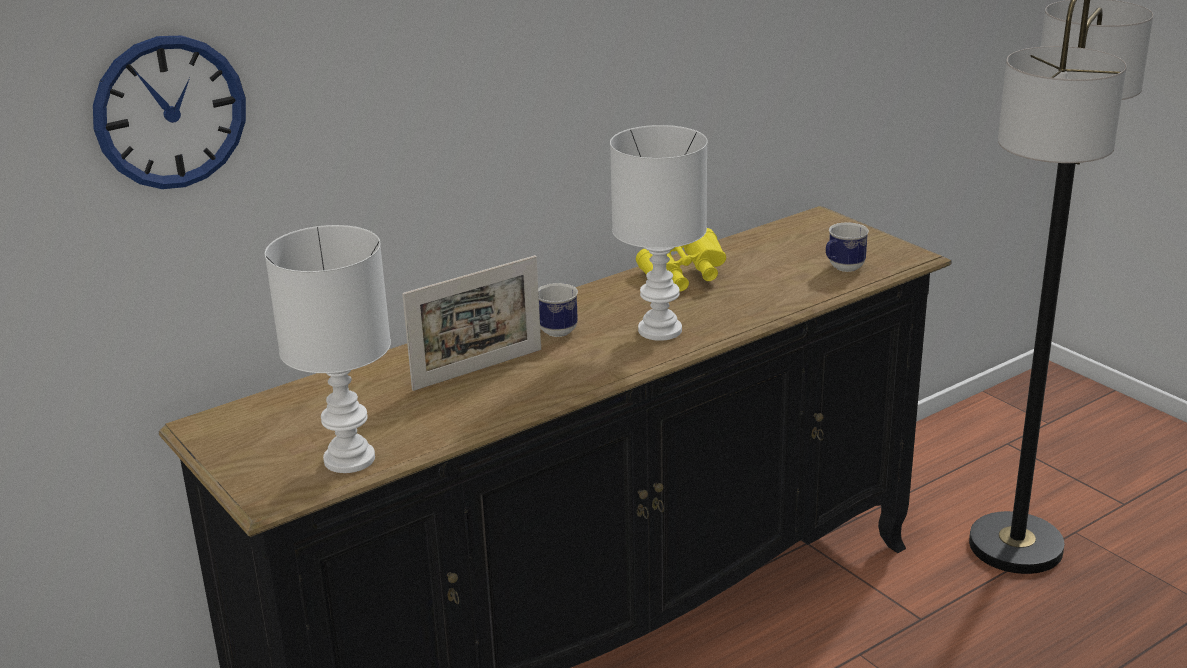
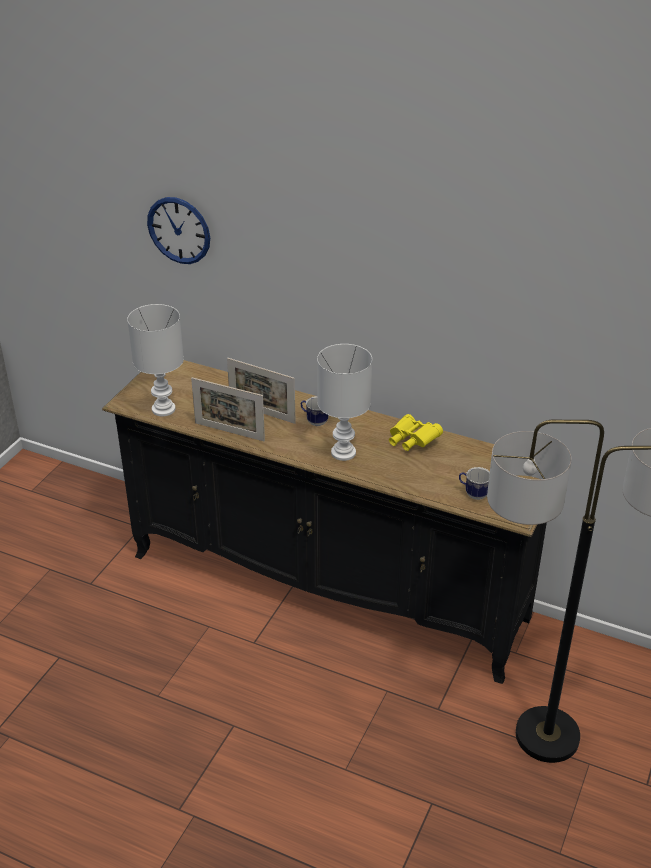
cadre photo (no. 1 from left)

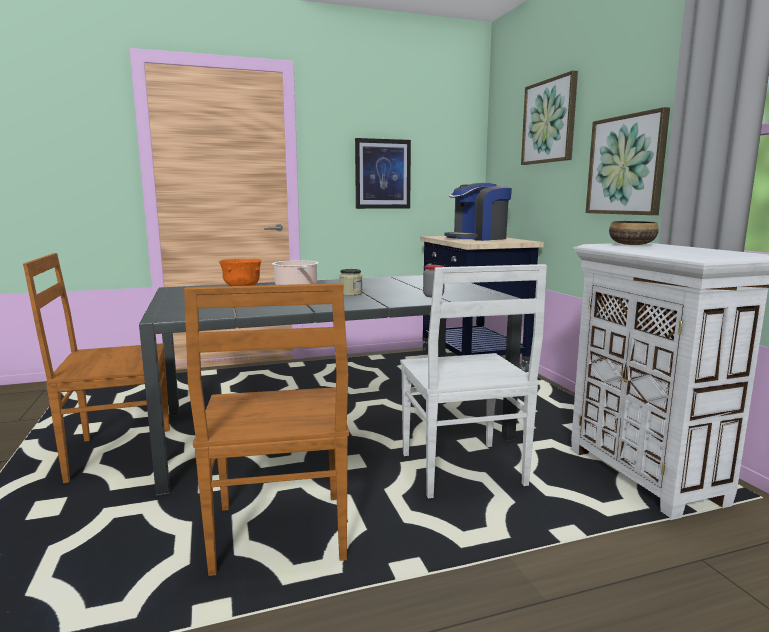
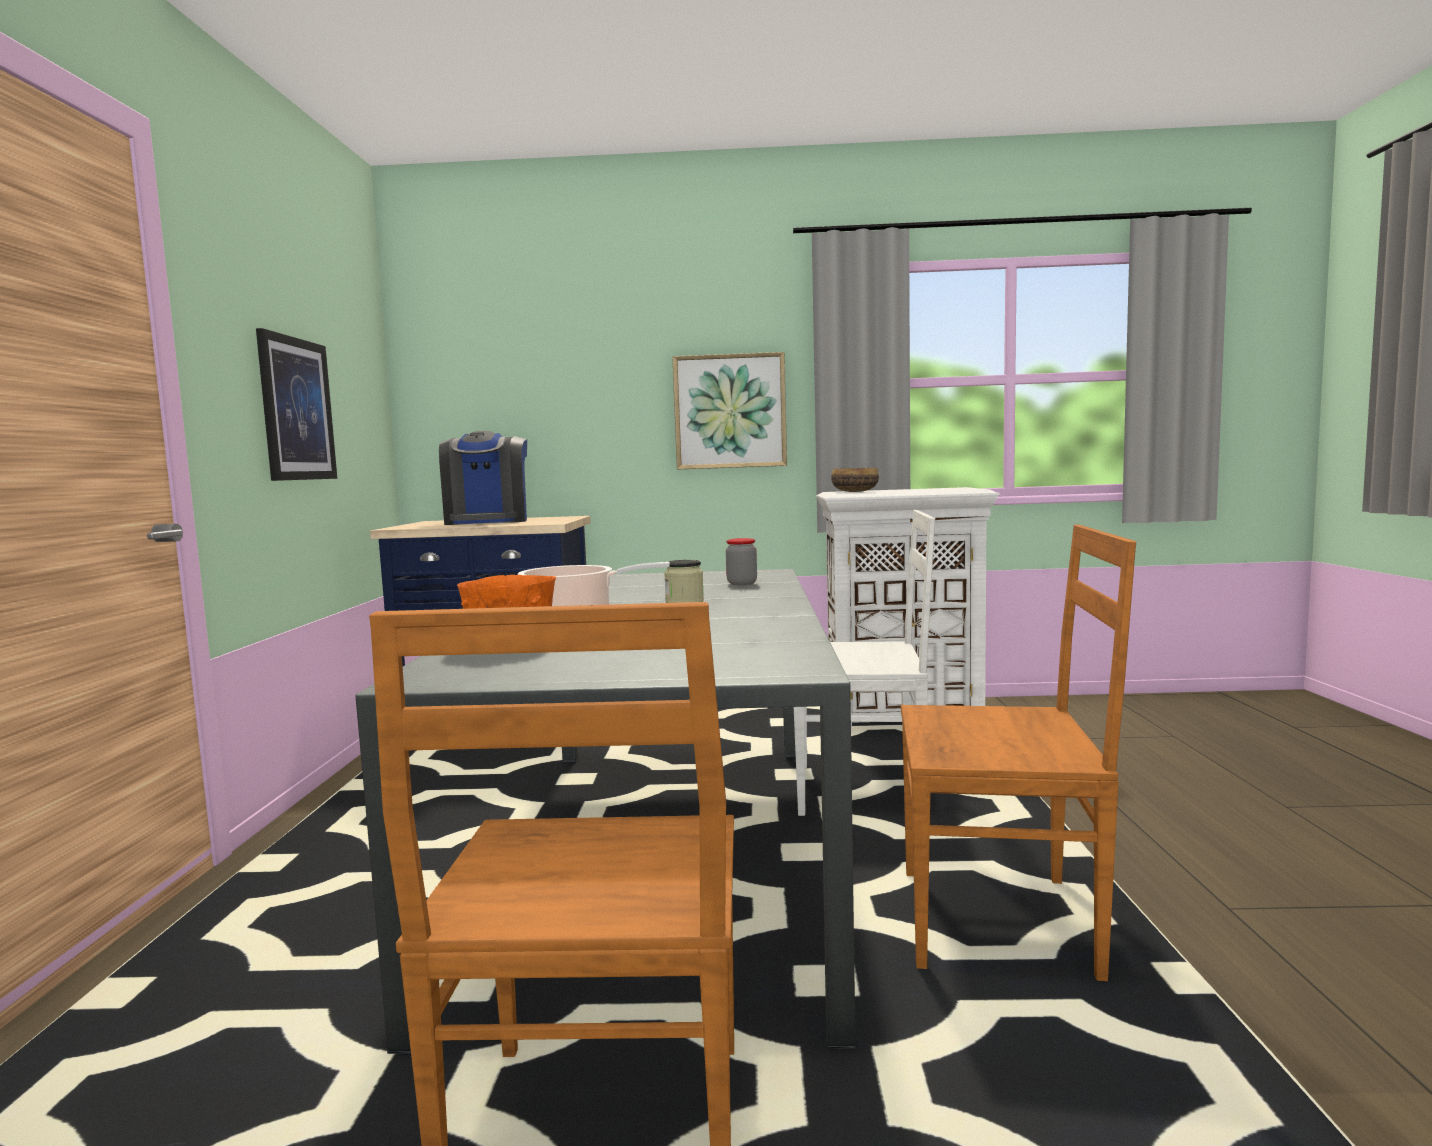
tableau (no. 2 from left in the first image)

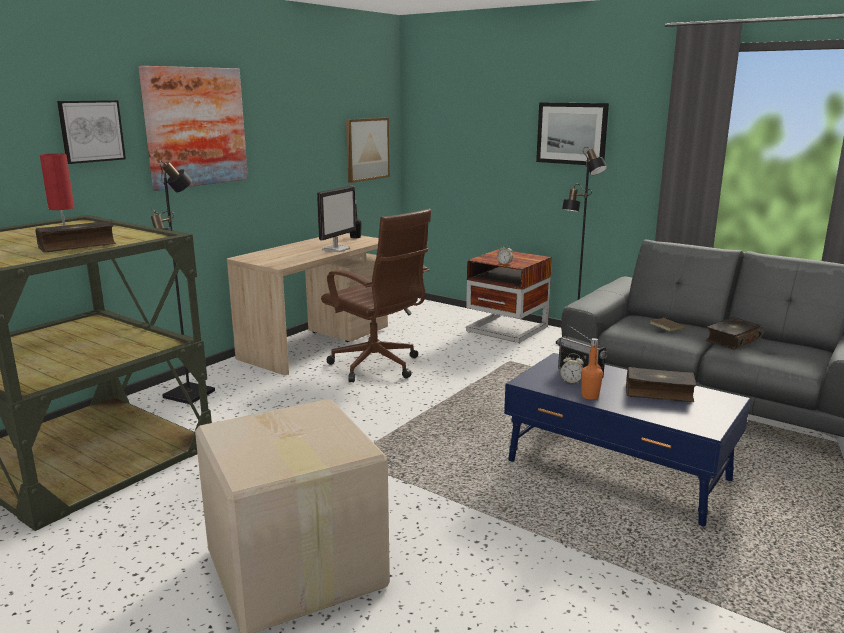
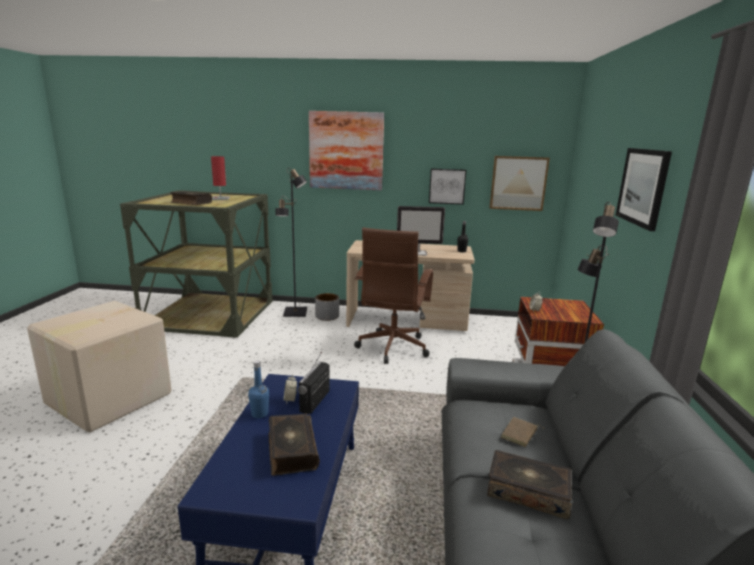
cache-pot (gris)
tableau (no. 2 from left)
bouteille (bleu)

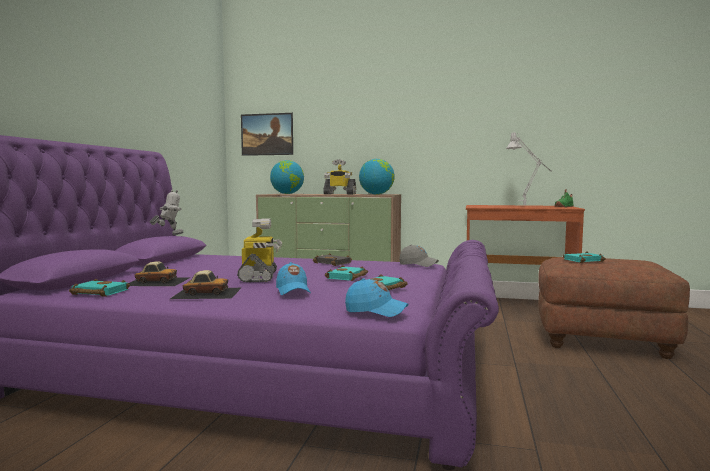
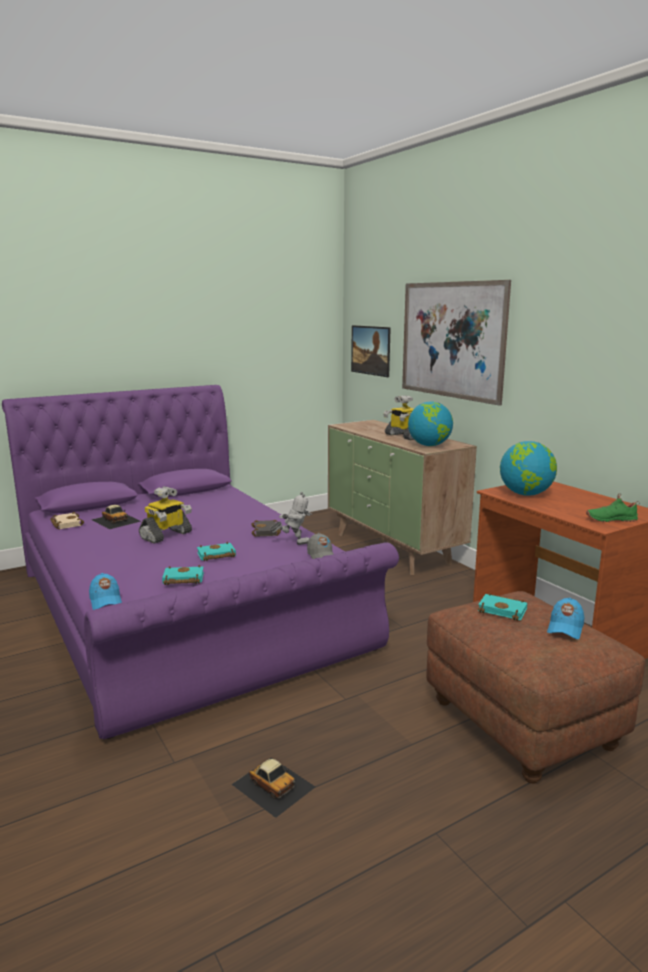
lampe de table (gris)
tableau (no. 2 from left)
robot jouet (no. 2 from left)
petite voiture (no. 2 from left)
globe (no. 2 from left)
casquette (bleu) (no. 2 from left)
livre (beige)

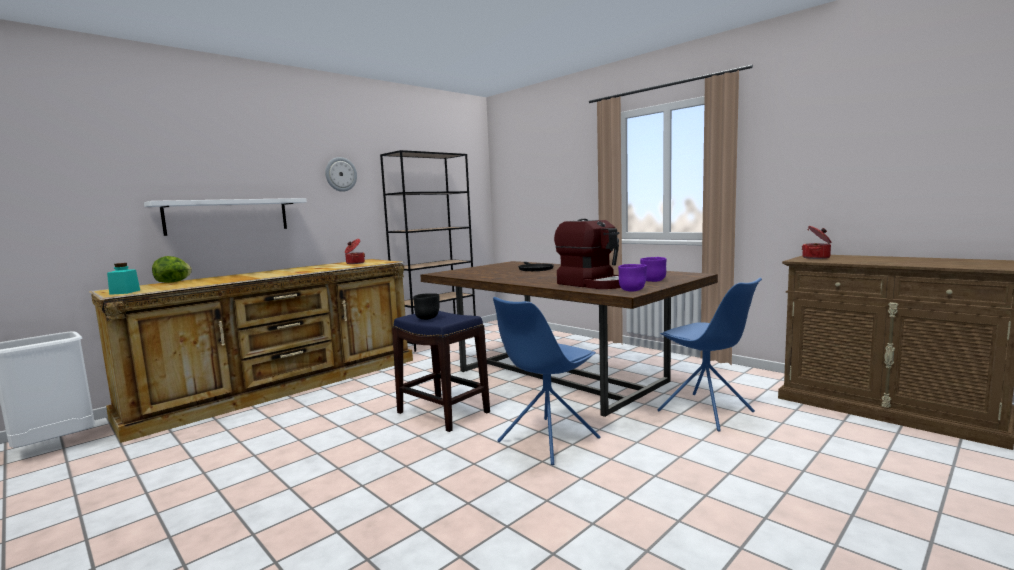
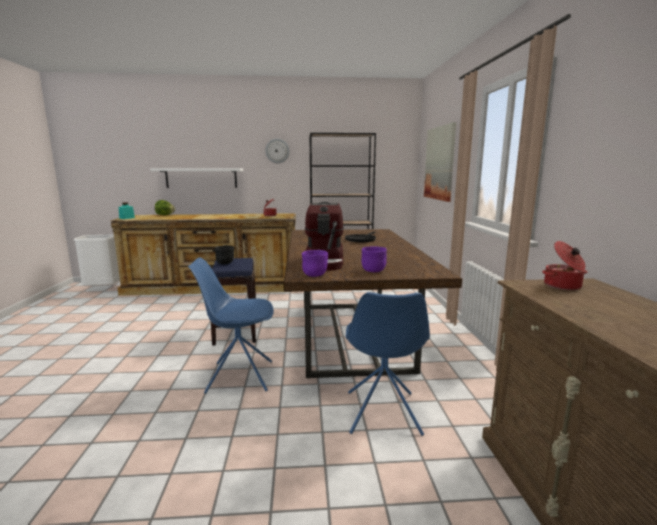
tableau

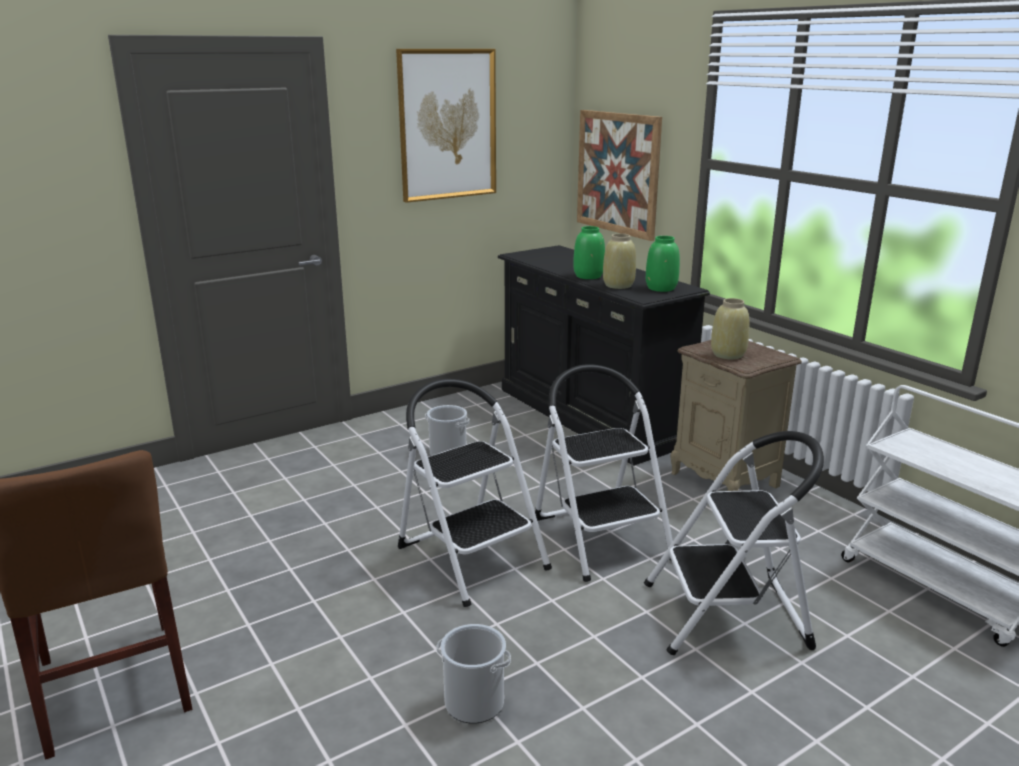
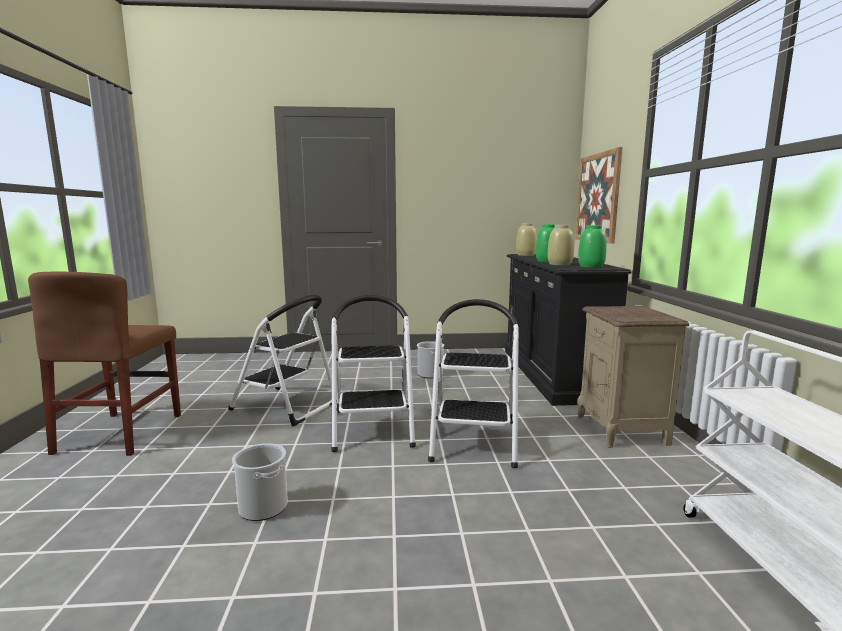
tableau (no. 1 from left in the first image)
escabeau (no. 1 from left)
vase (beige) (no. 1 from left)

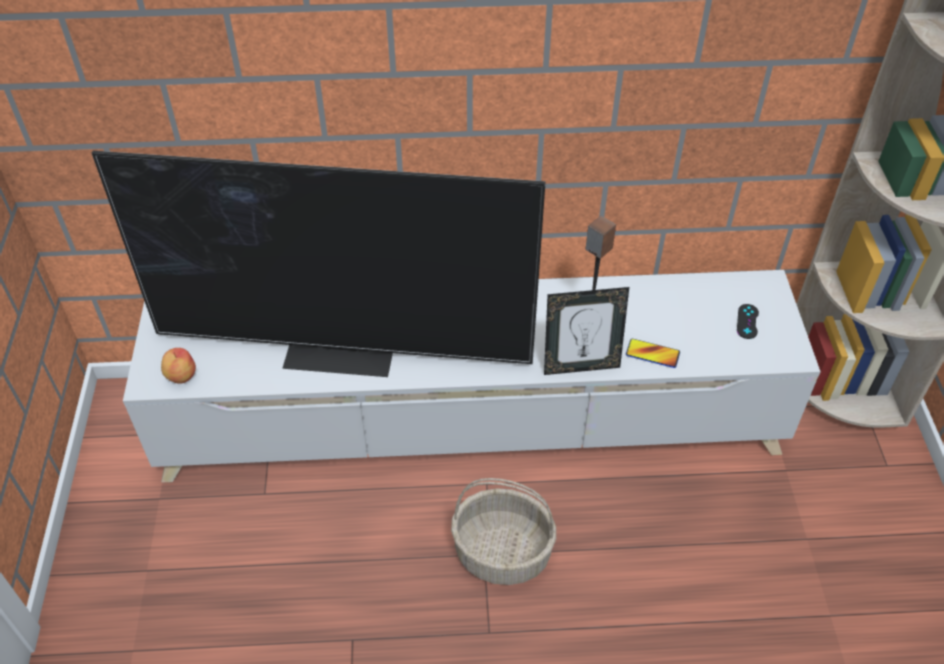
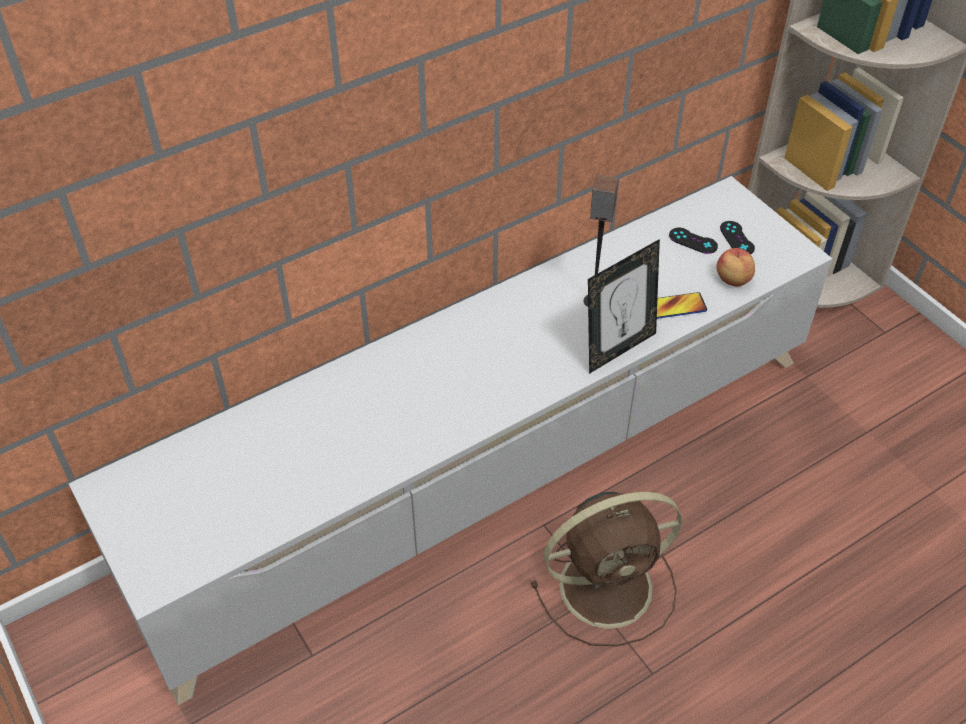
téléviseur
manette (noir) (no. 1 from left)
pomme
ventilateur (marron)

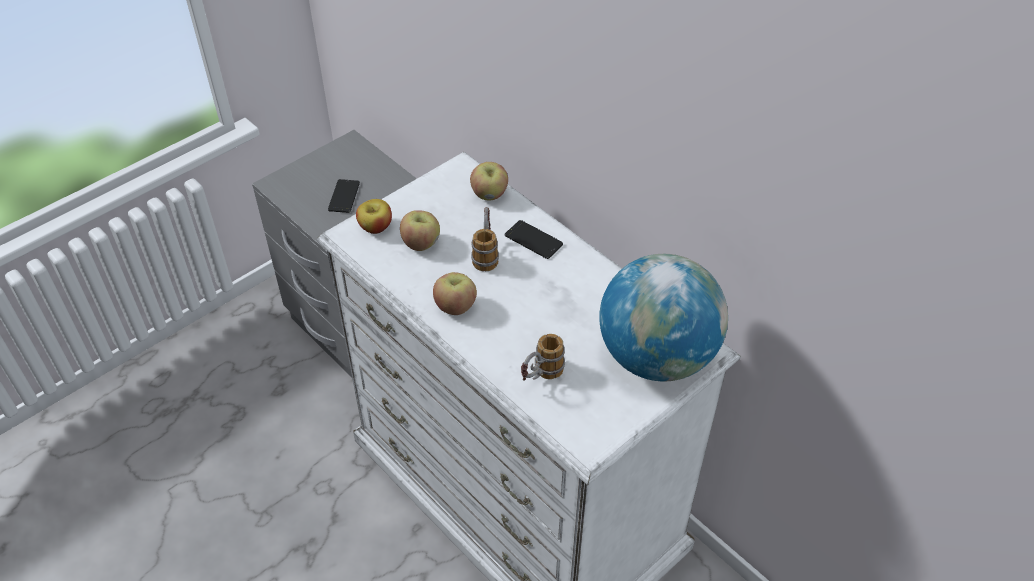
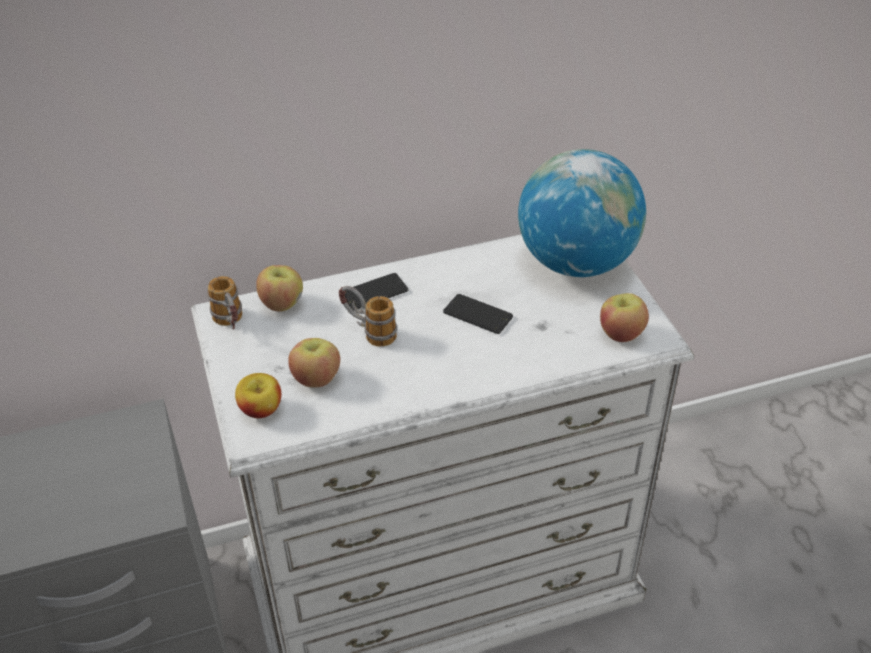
téléphone (no. 2 from left)
pomme (no. 4 from left)
mug (no. 1 from left)

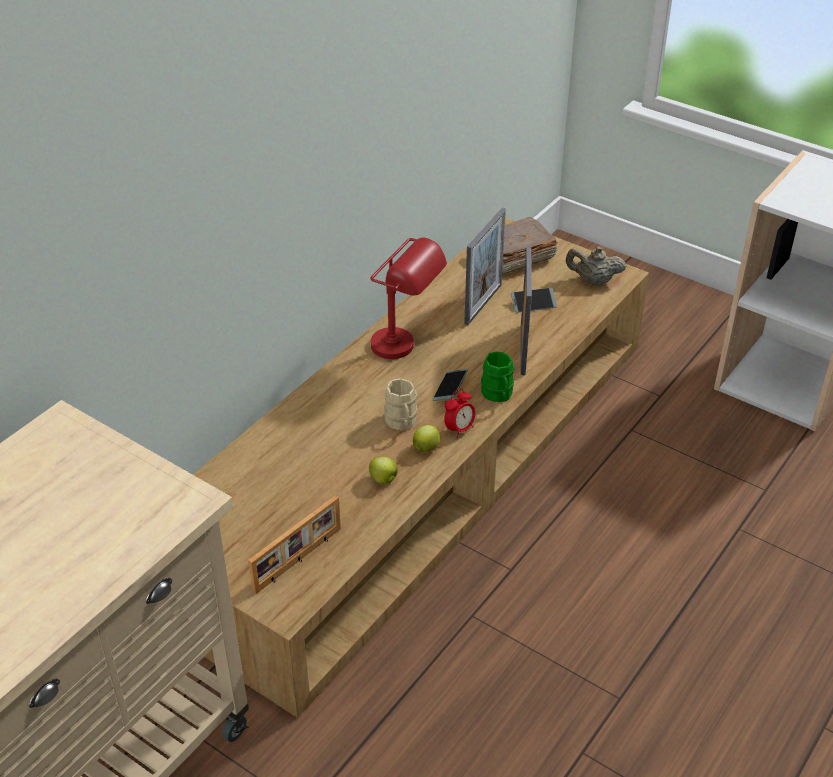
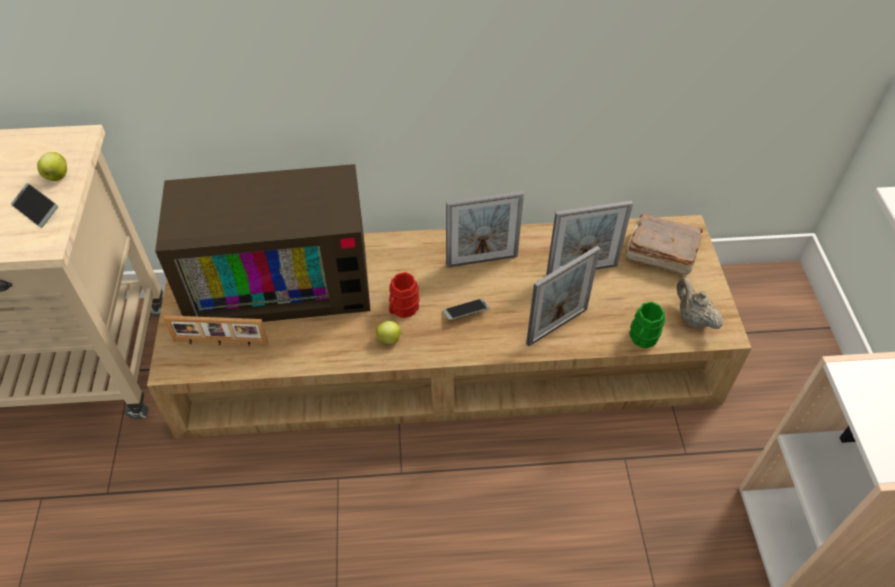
réveil
téléviseur
pomme (no. 1 from left)
mug (vert)
téléphone (no. 1 from left)
cadre photo (no. 2 from left)
mug (rouge)

